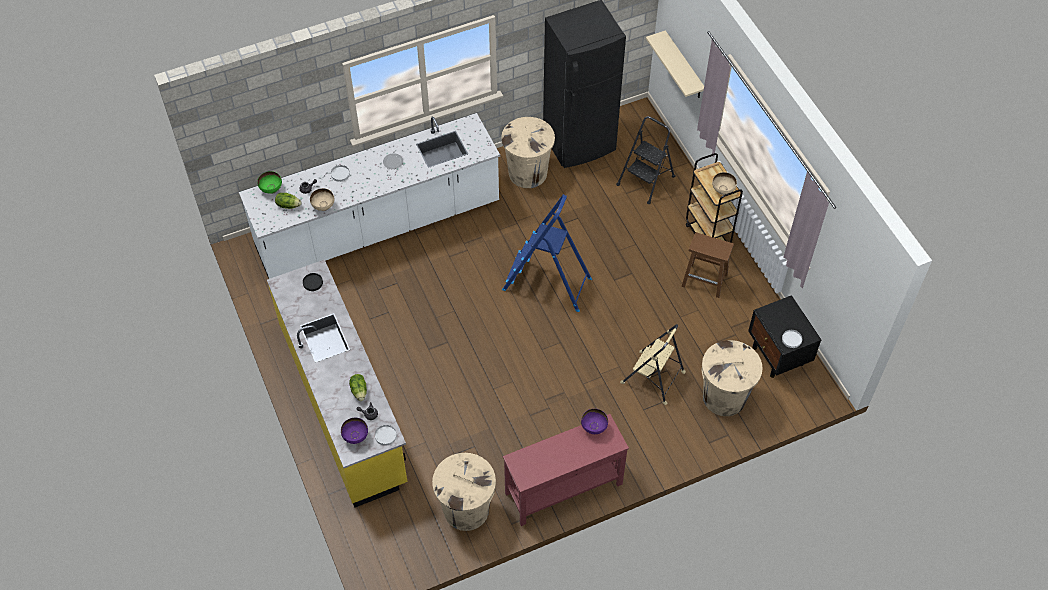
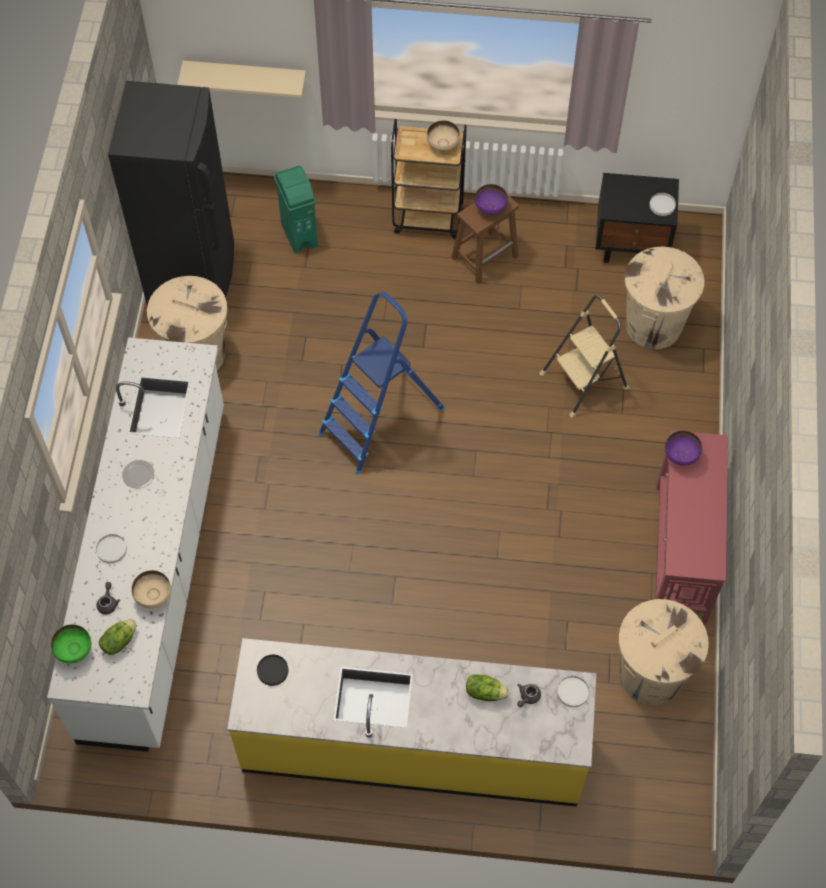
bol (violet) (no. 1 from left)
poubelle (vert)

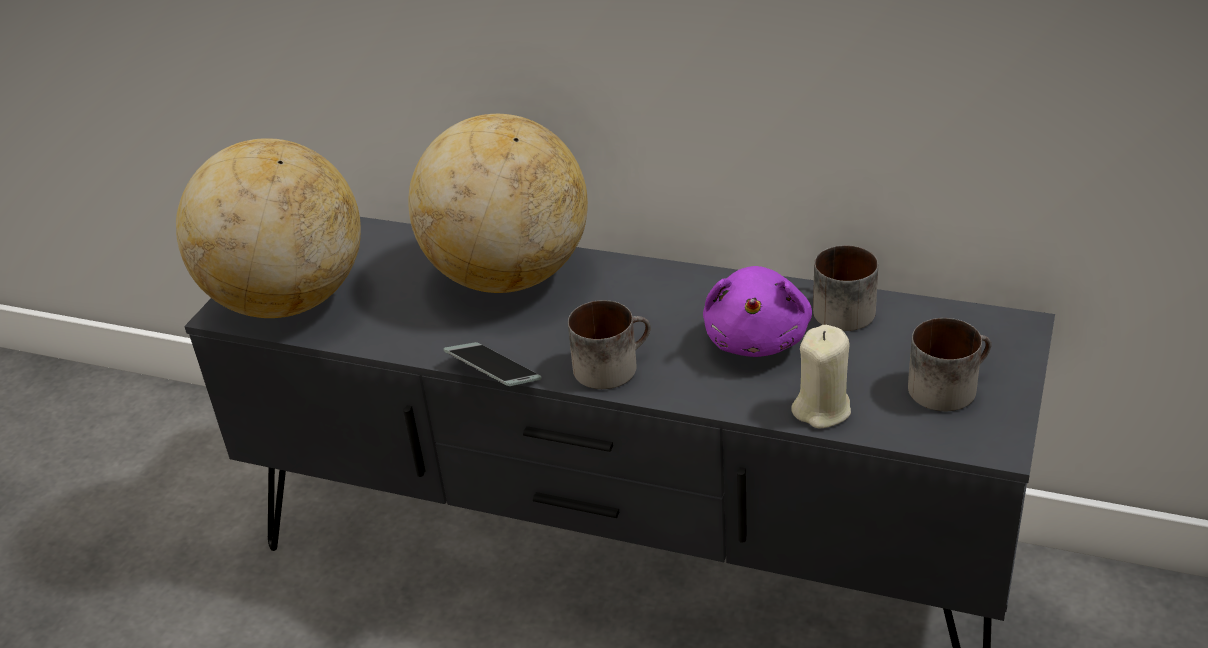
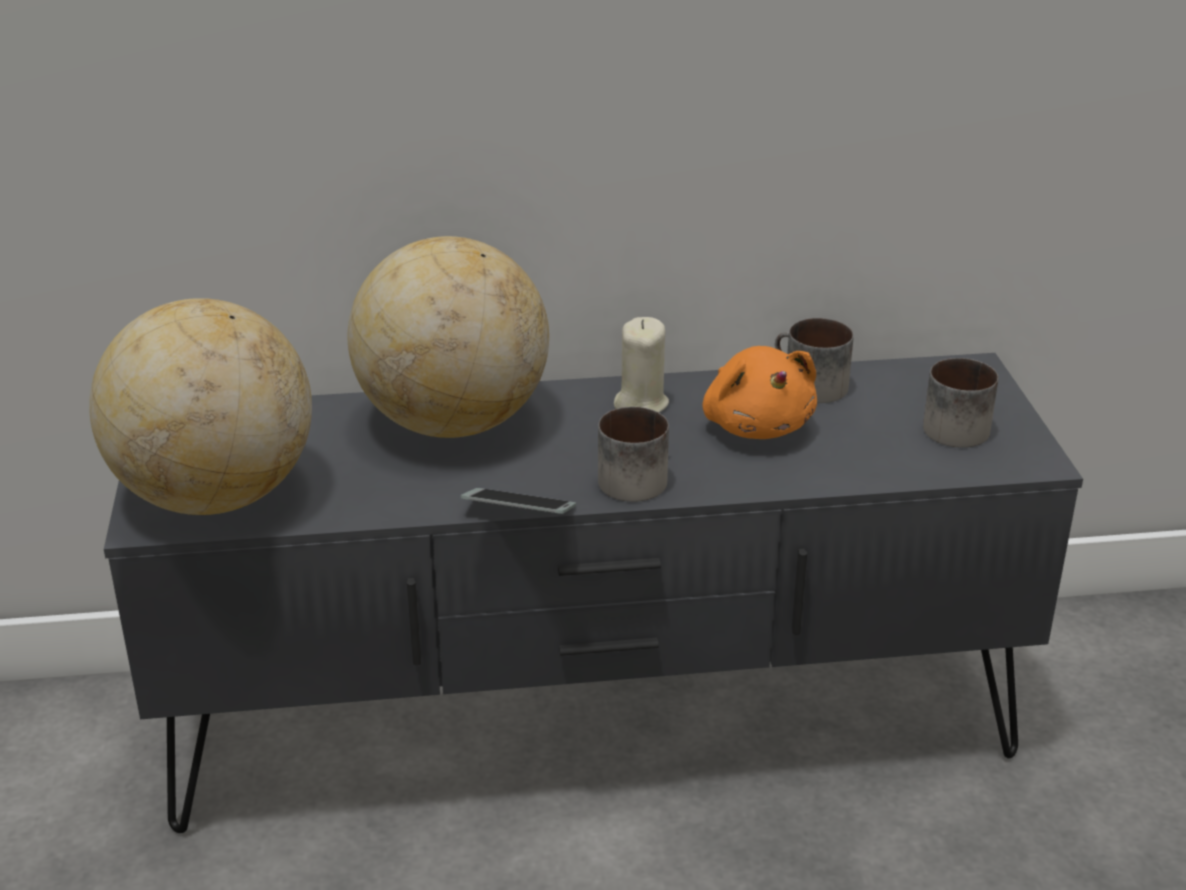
bougie (beige)
peluche (orange)

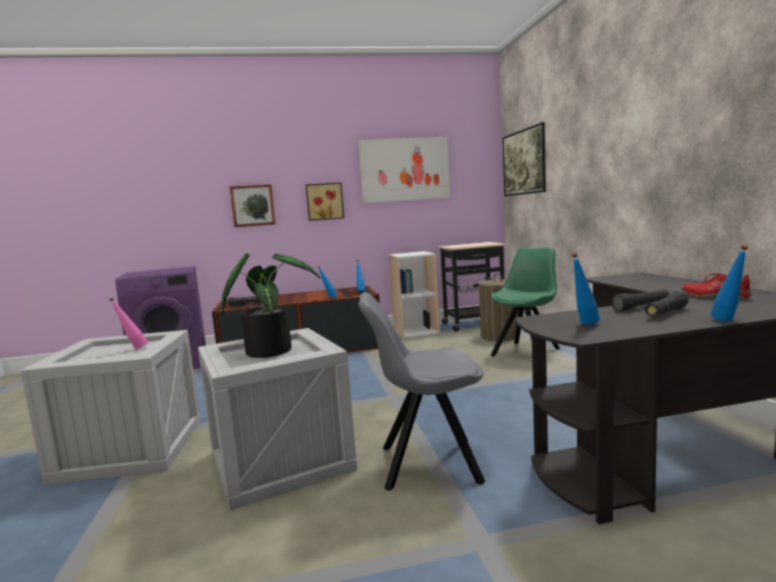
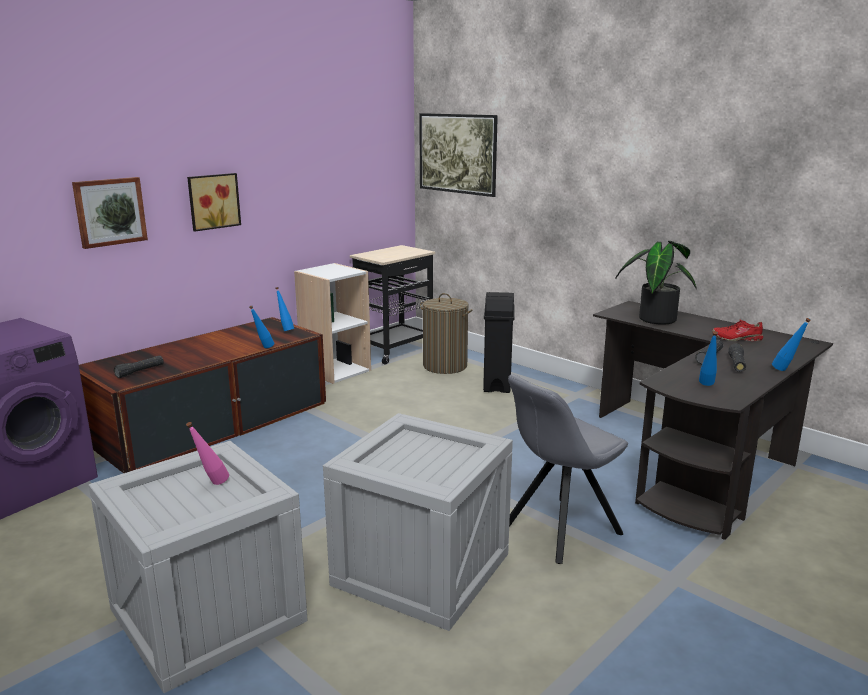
tableau (no. 3 from left in the first image)
plante en pot
poubelle (noir)

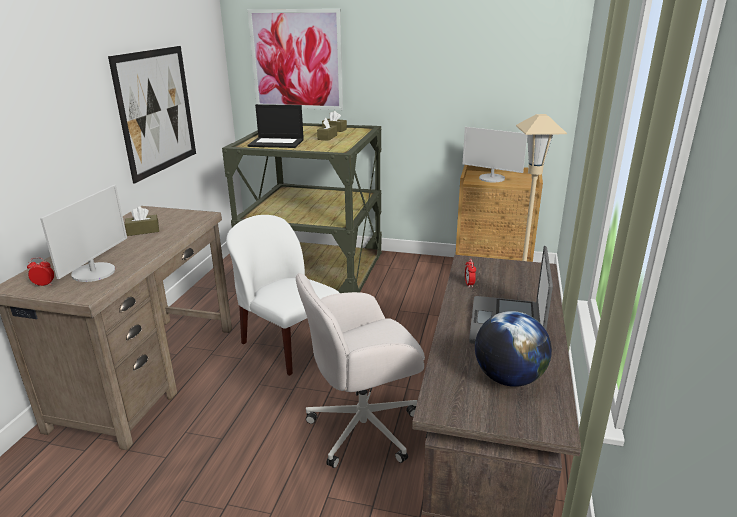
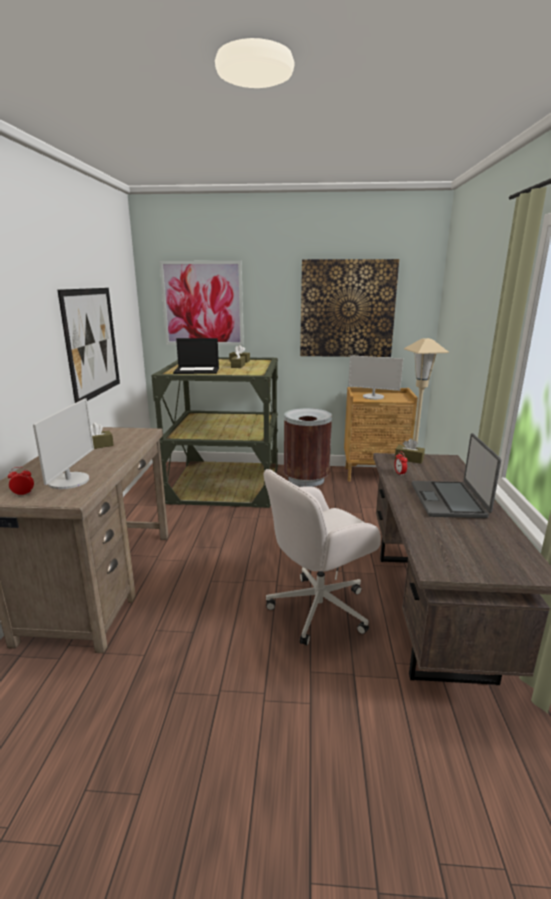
chaise (blanc)
globe
poubelle (marron)
tableau (no. 3 from left)
boîte à mouchoirs (marron) (no. 4 from left)

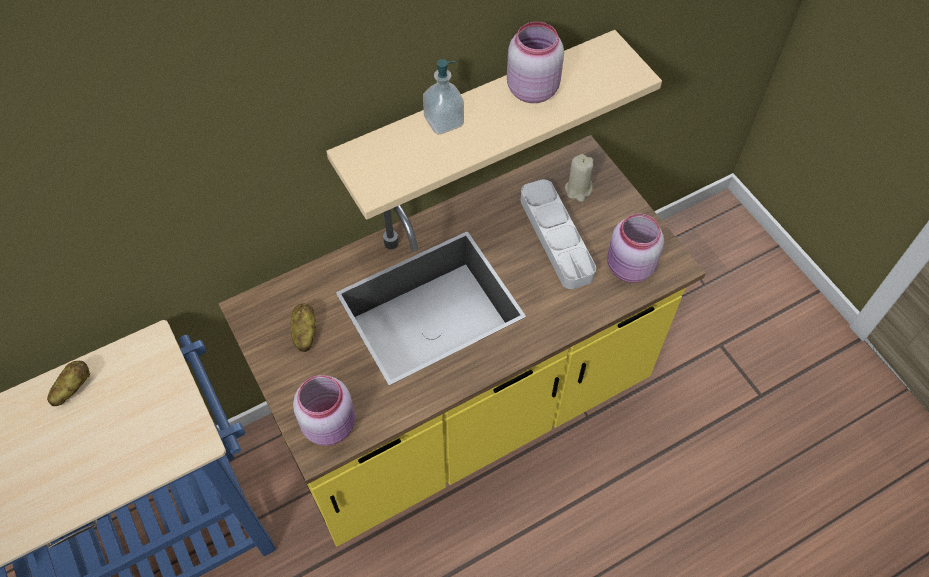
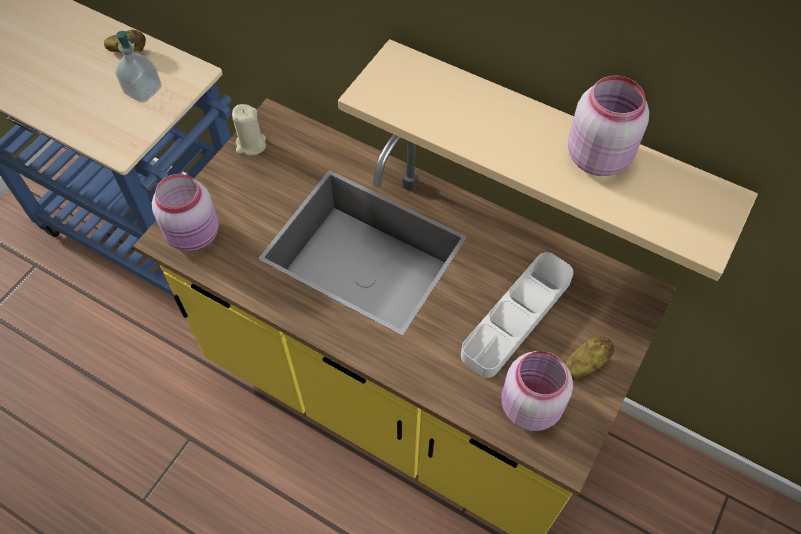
pomme de terre (no. 2 from left)
distributeur de savon
bougie (beige)

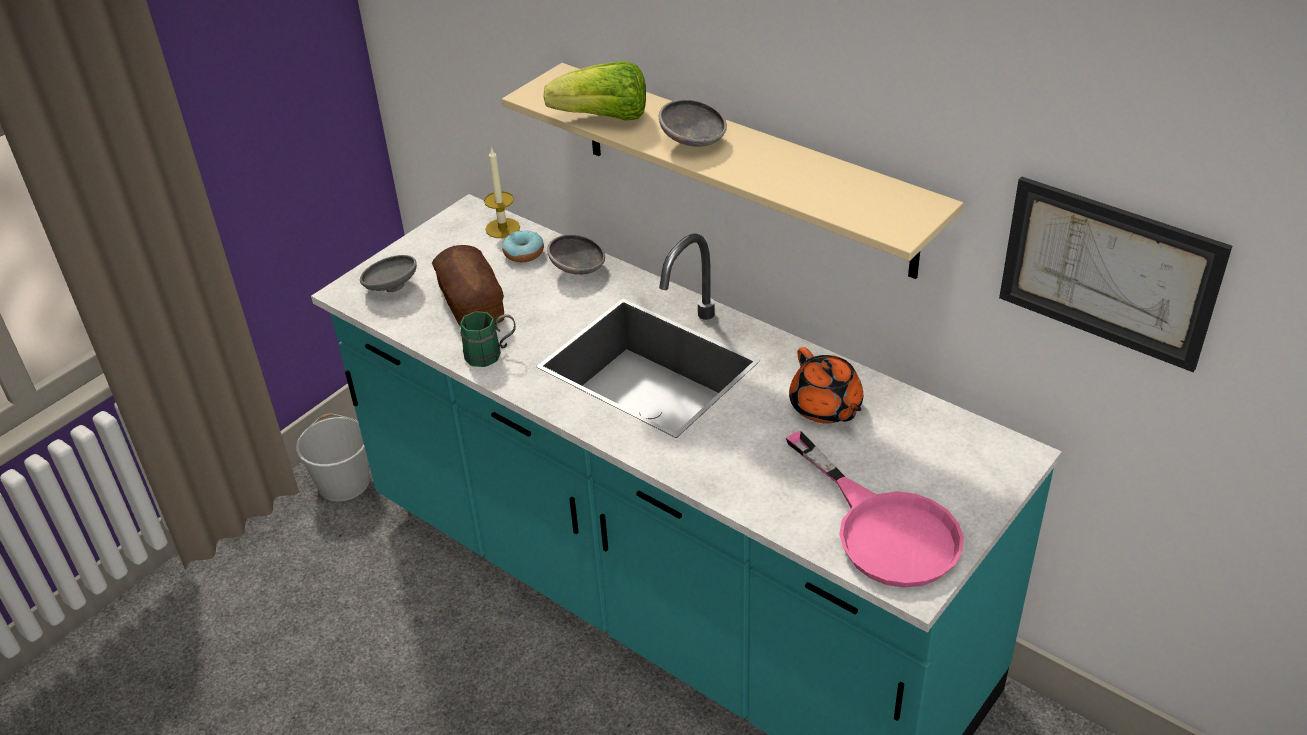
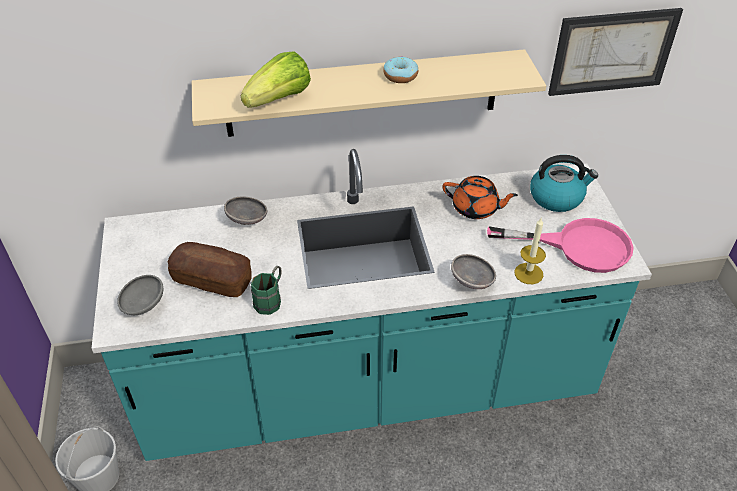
bouilloire
bougie
beignet
bol (gris) (no. 3 from left)

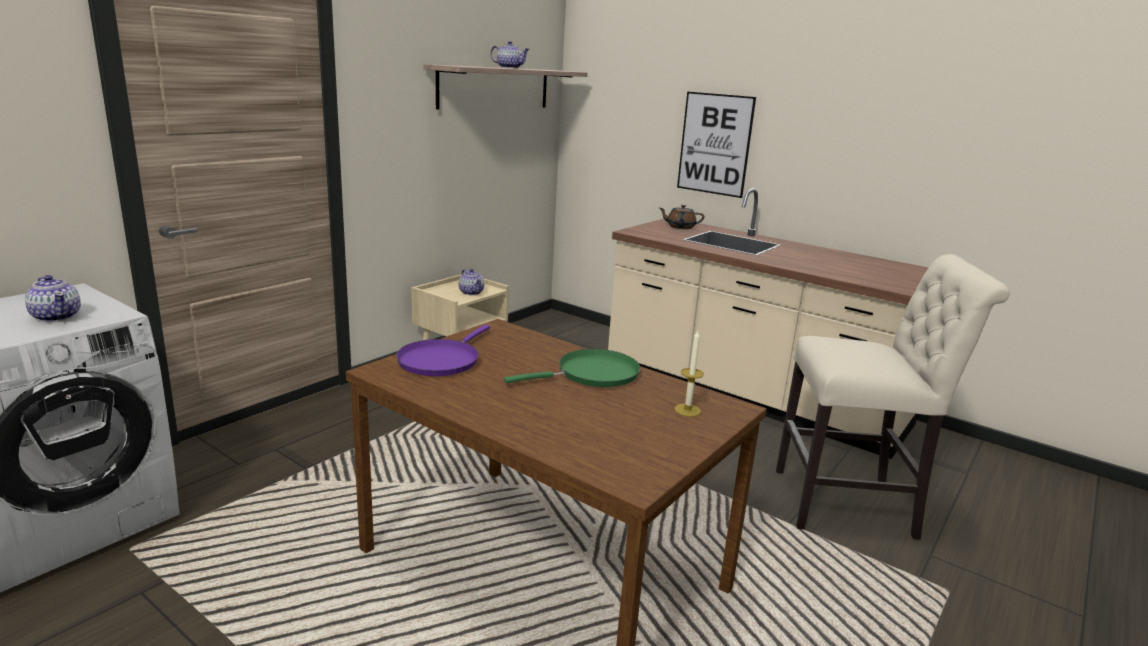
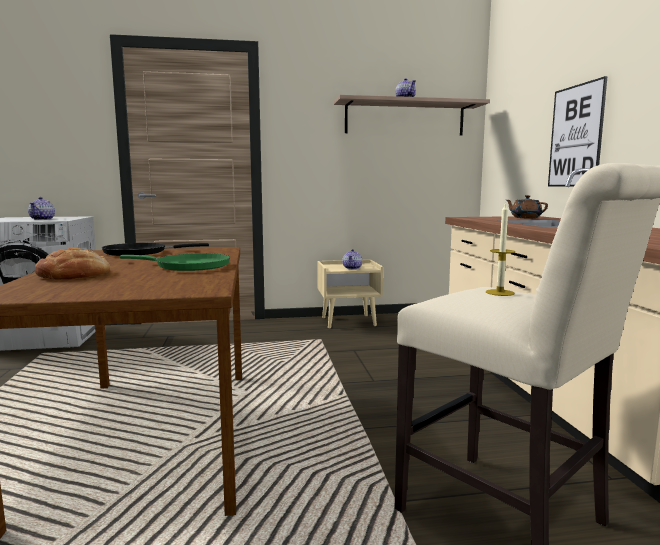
pain
bougie
poêle (noir)

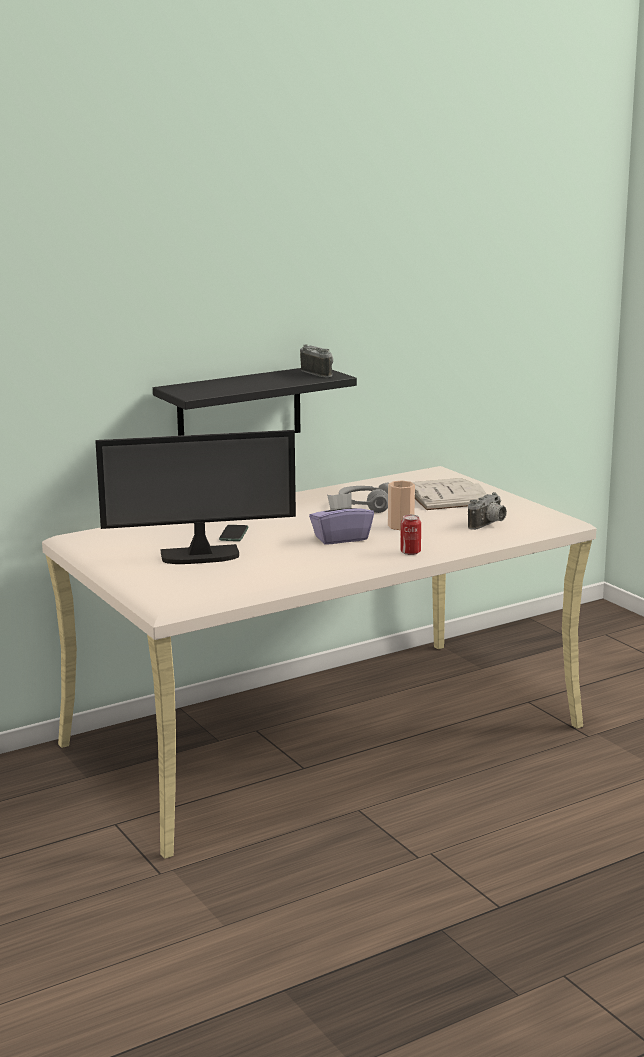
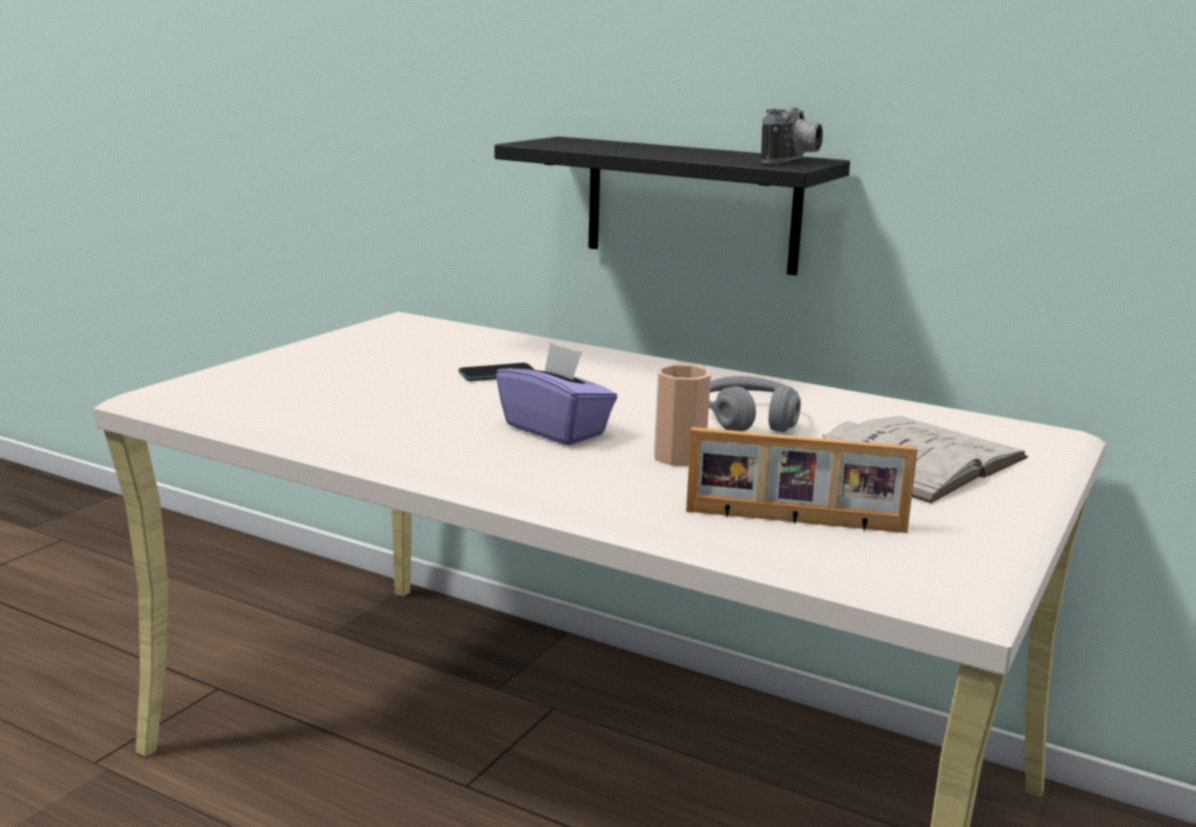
écran d'ordinateur
boîte métallique
cadre photo

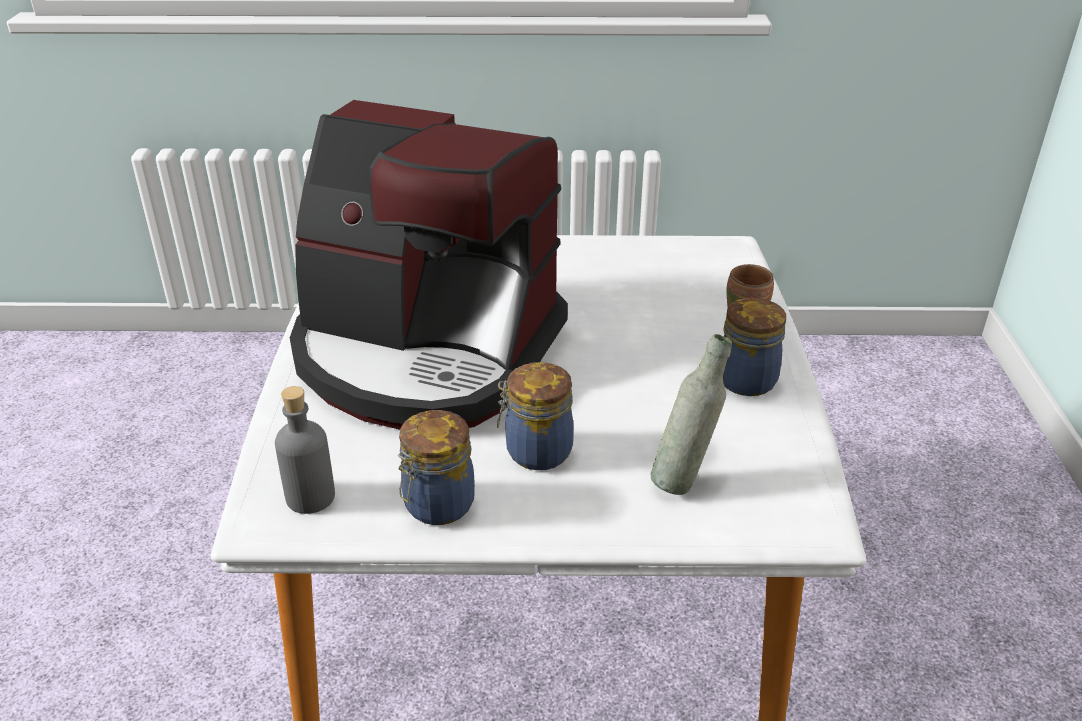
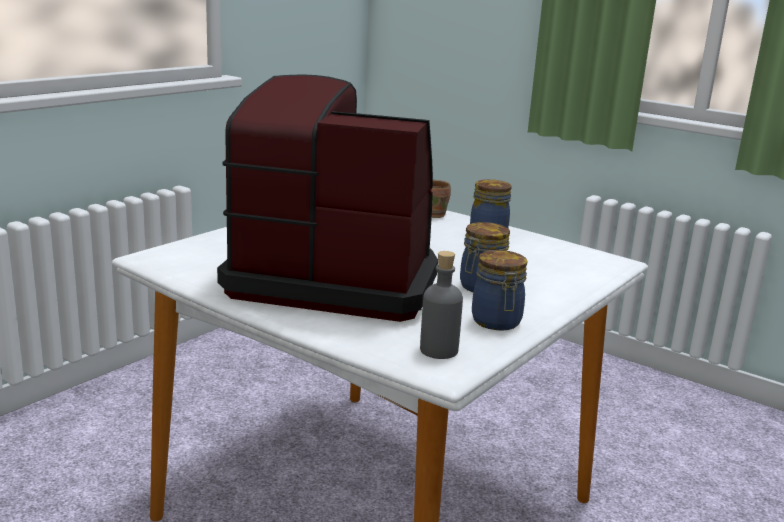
bouteille (gris) (no. 2 from left in the first image)
machine à café

